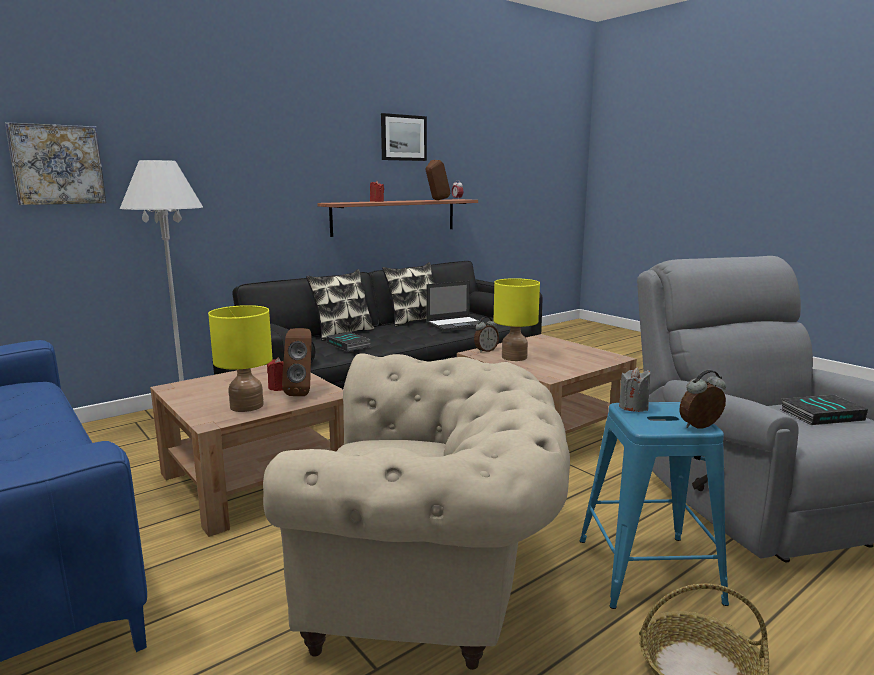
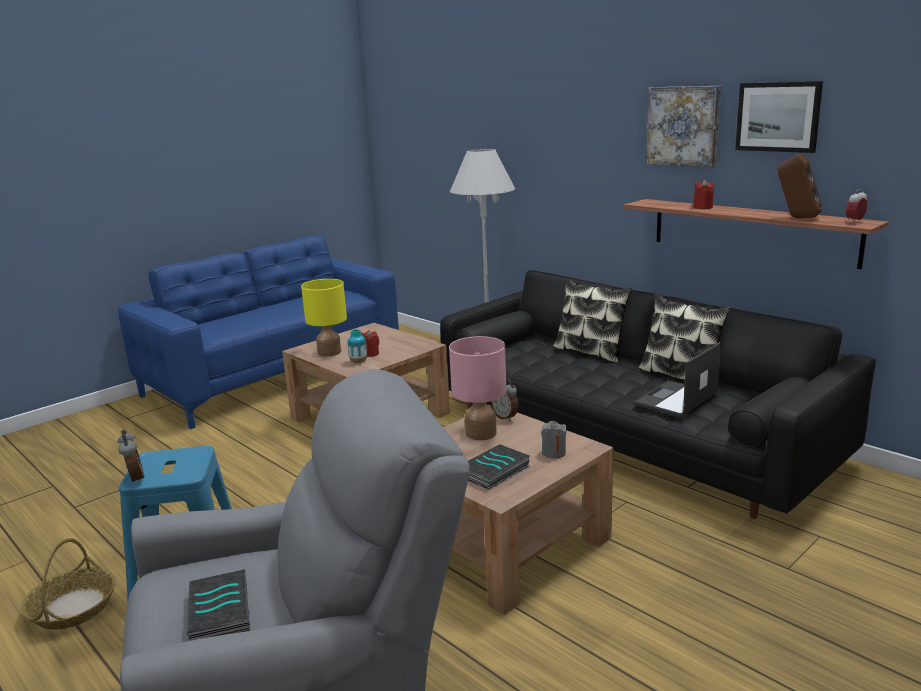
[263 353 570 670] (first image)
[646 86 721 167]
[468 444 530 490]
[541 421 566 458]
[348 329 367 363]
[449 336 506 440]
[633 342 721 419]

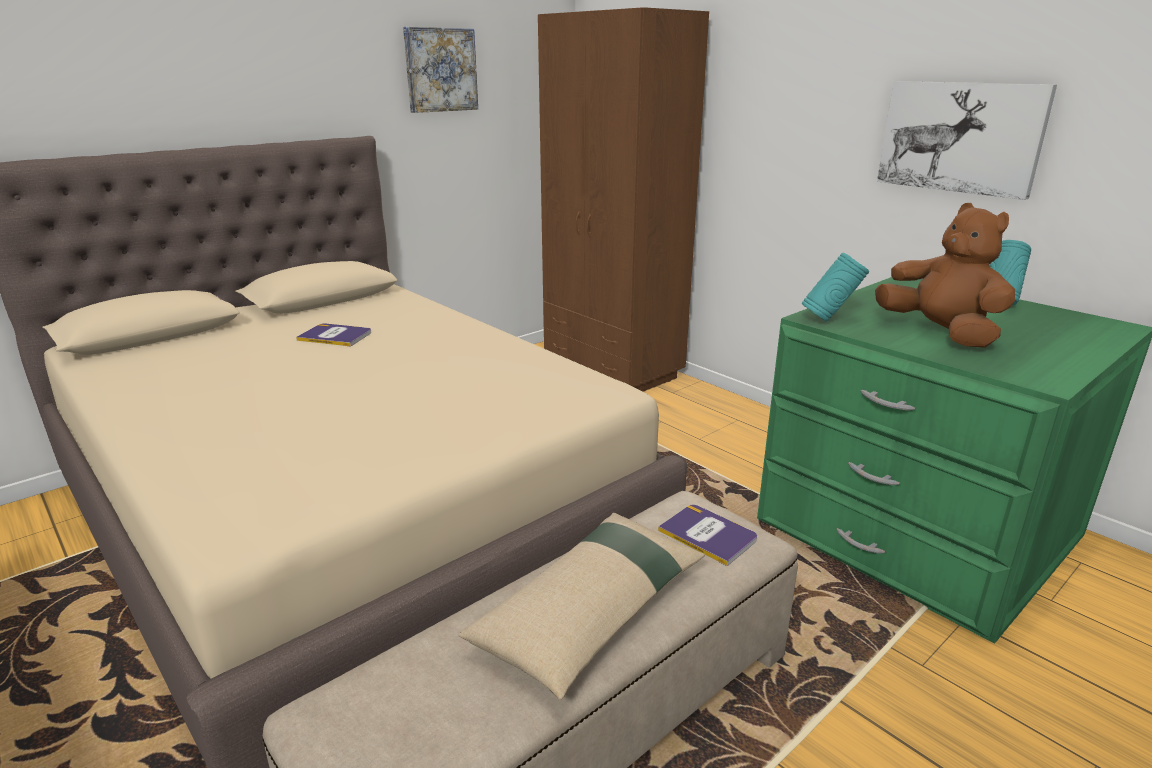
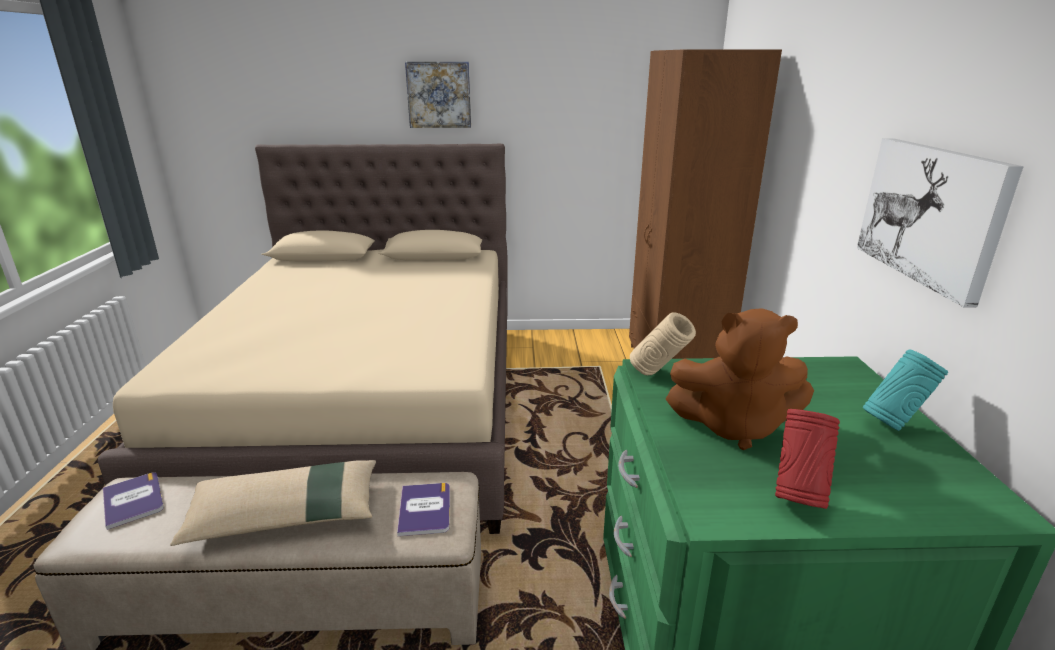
[775 409 840 509]
[103 472 164 530]
[405 62 471 128]
[630 312 696 375]
[666 308 814 450]

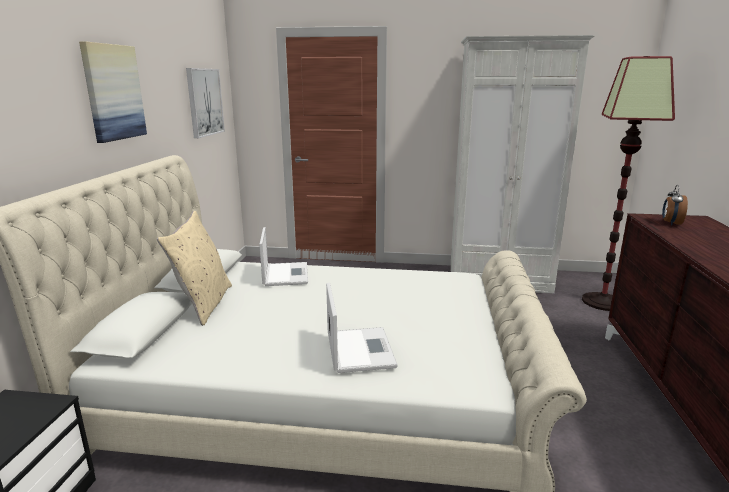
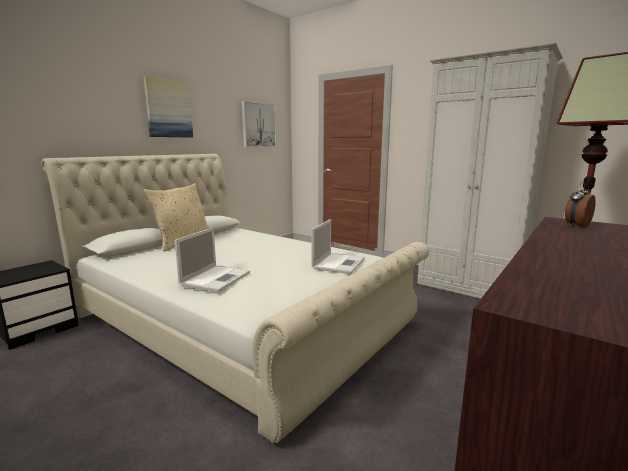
[311 219 365 274]

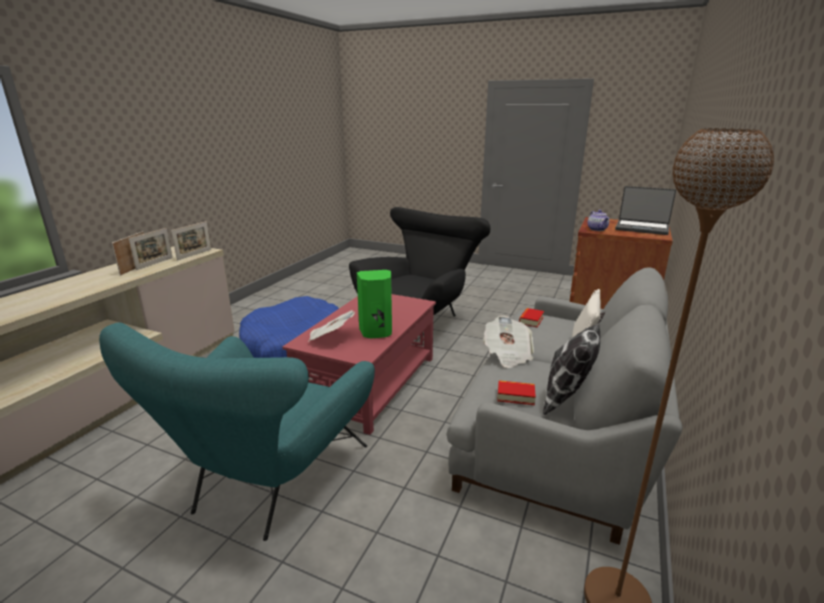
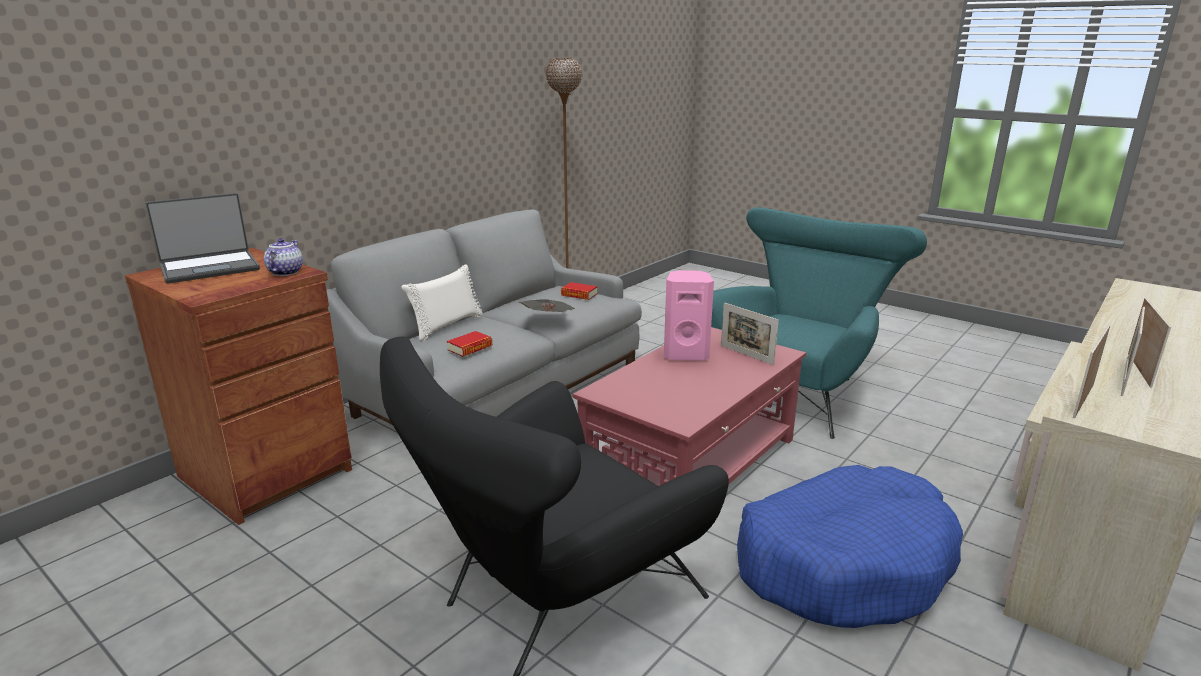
[543 312 606 415] (first image)
[721 302 779 365]
[664 270 714 361]
[146 193 260 284]

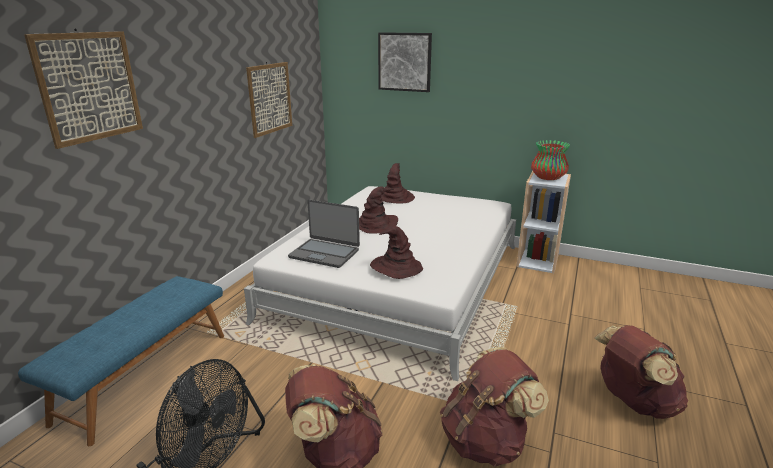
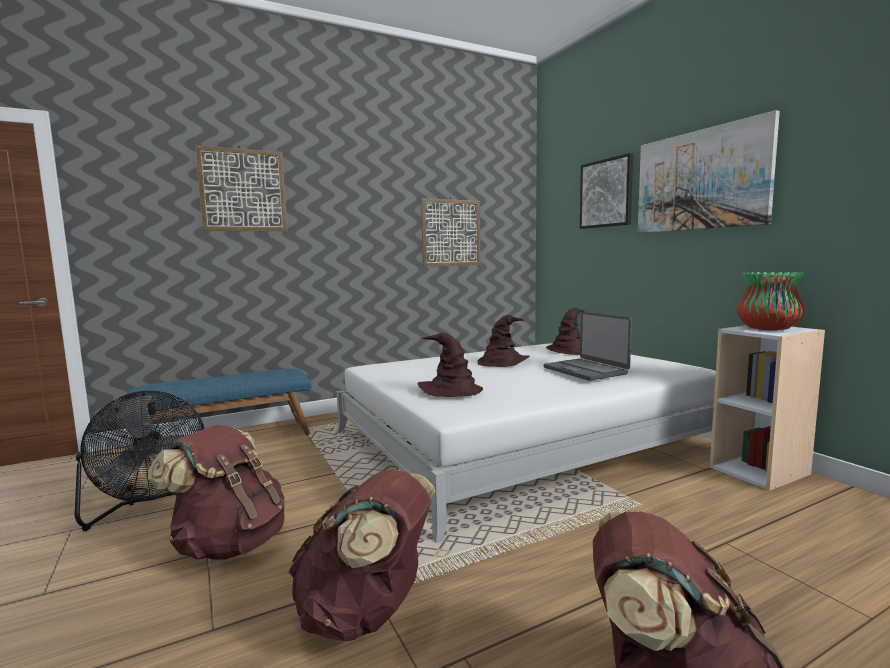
[638 110 780 233]
[544 312 632 381]

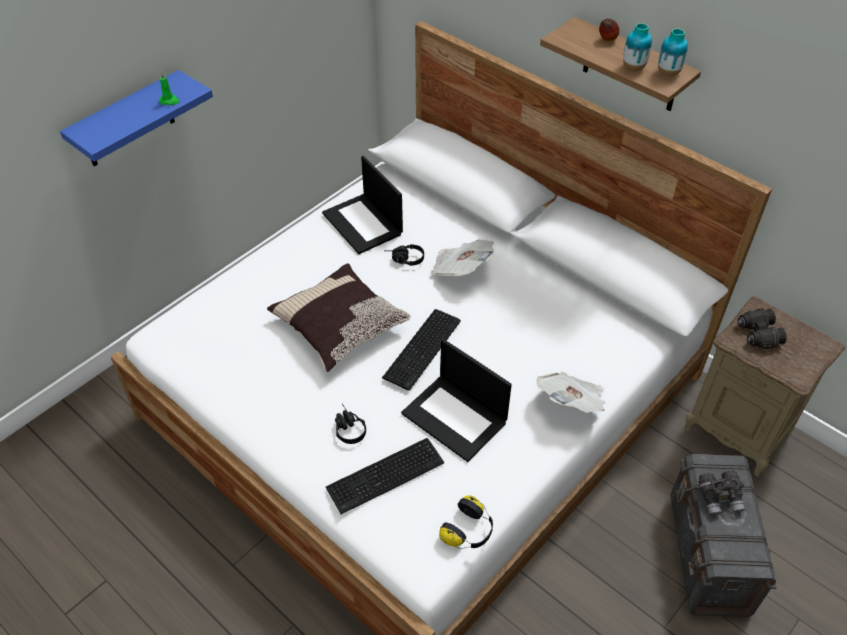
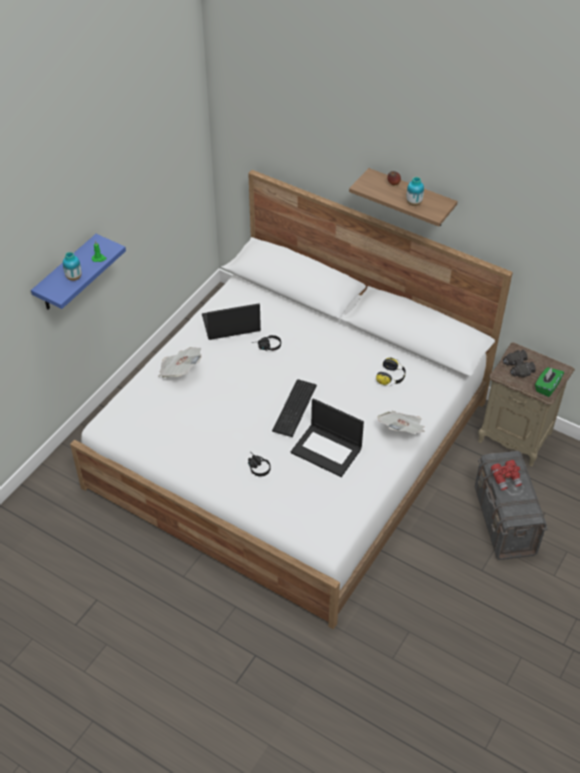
[267 263 411 372] (first image)
[326 438 444 514] (first image)
[535 367 564 397]
[158 347 202 378]
[376 357 406 386]
[63 252 82 281]
[491 460 522 490]
[202 303 261 340]

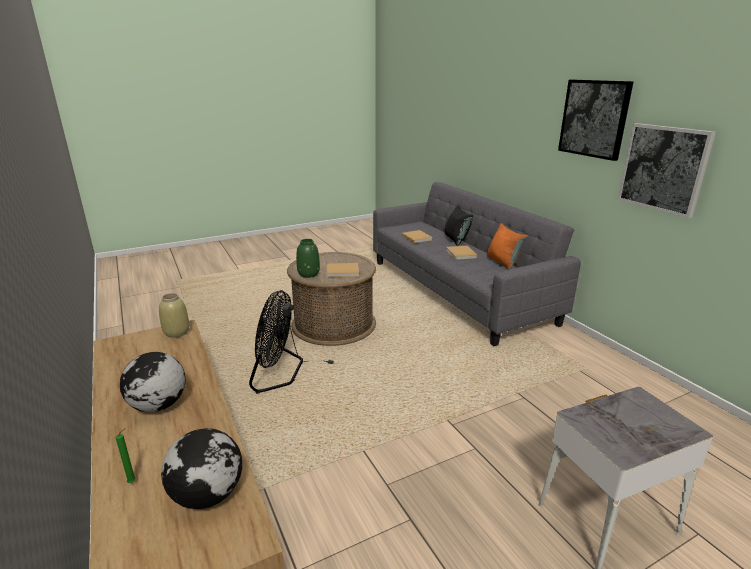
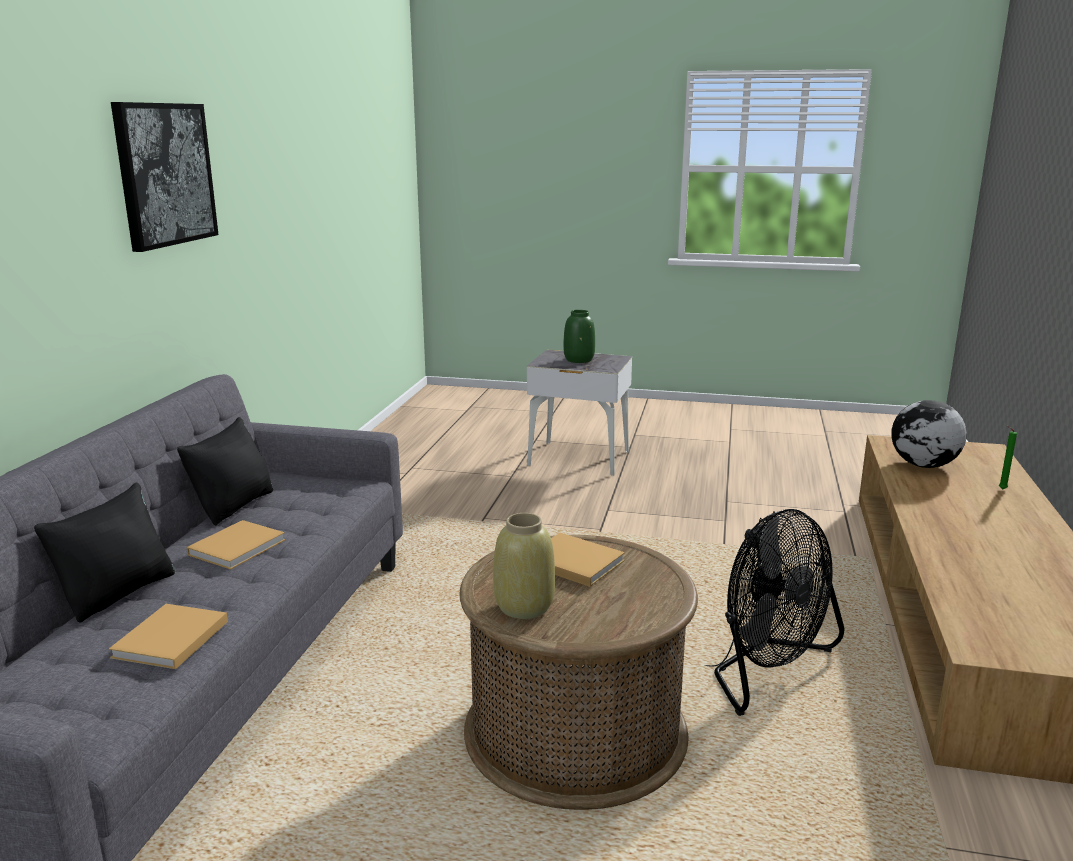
[120 352 186 412] (first image)
[617 123 716 218] (first image)
[493 513 555 619]
[564 310 595 363]
[177 417 273 525]

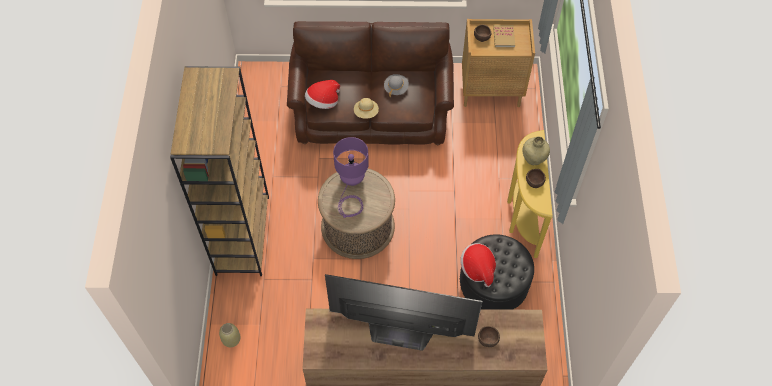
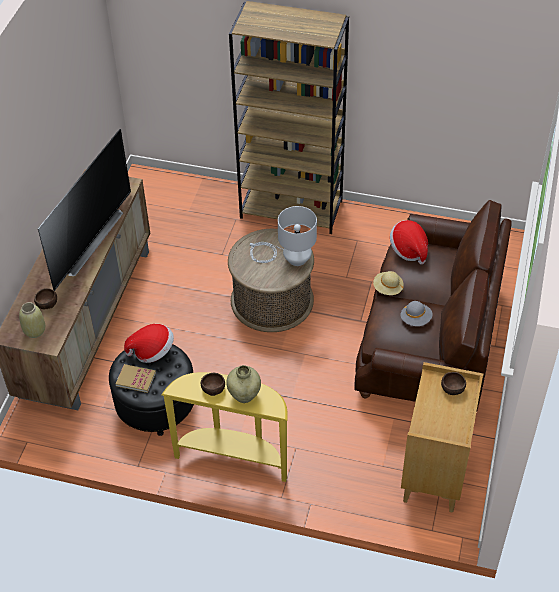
[19 302 45 338]
[116 364 156 393]
[250 206 317 266]

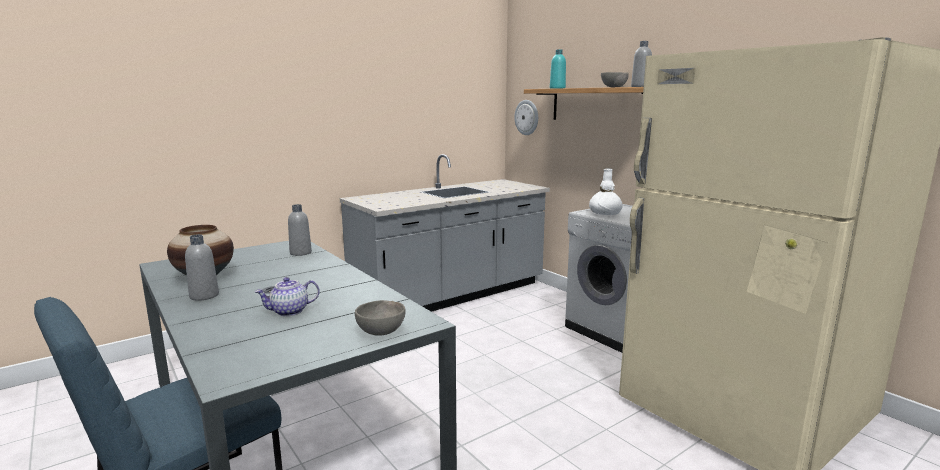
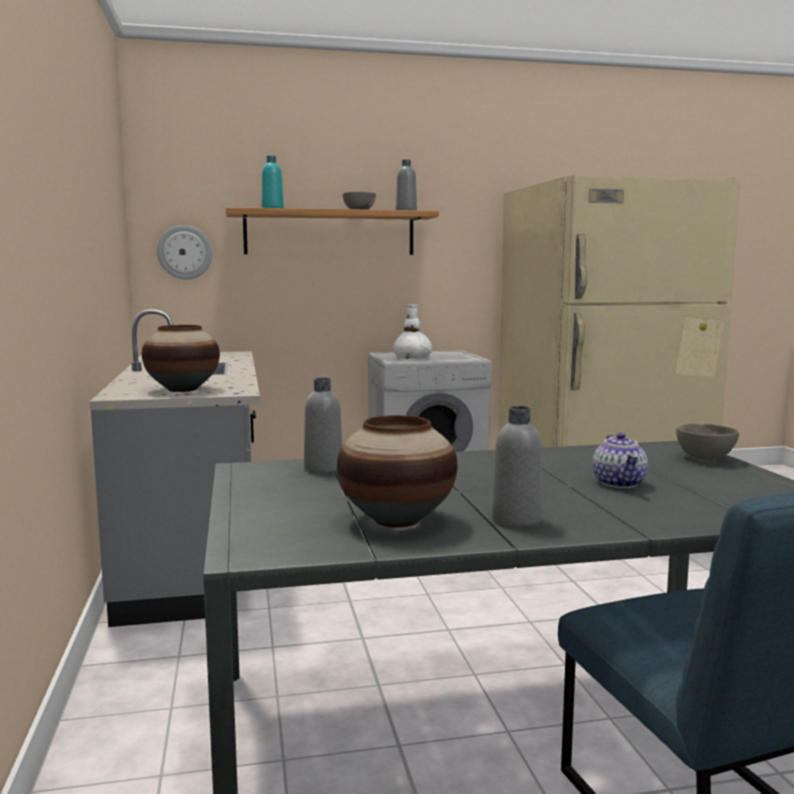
[142 325 220 392]

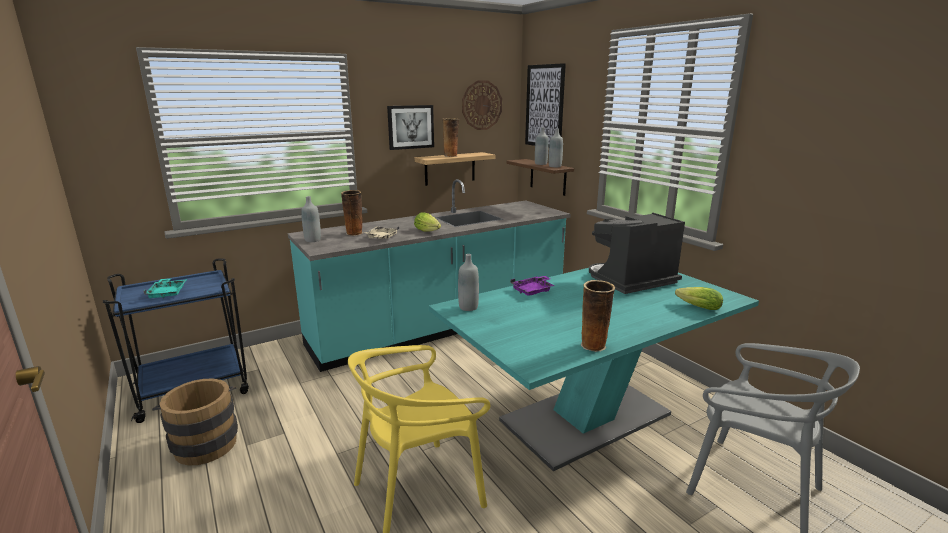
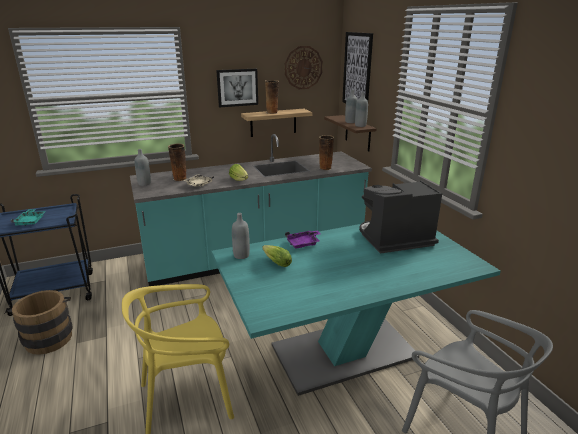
[319 135 334 170]
[262 245 292 267]

